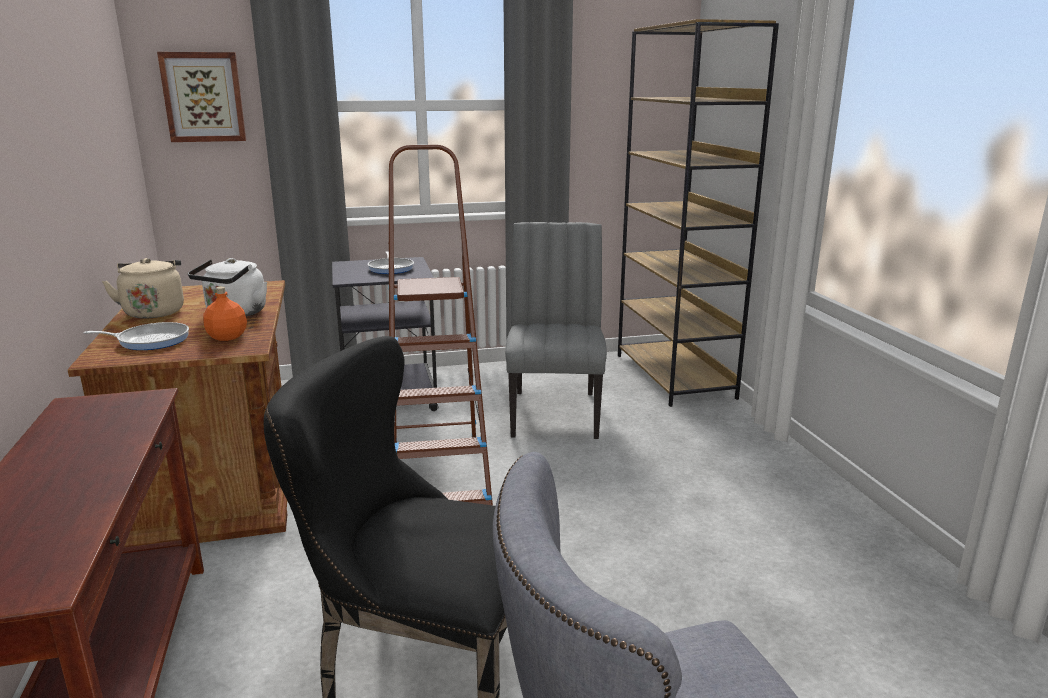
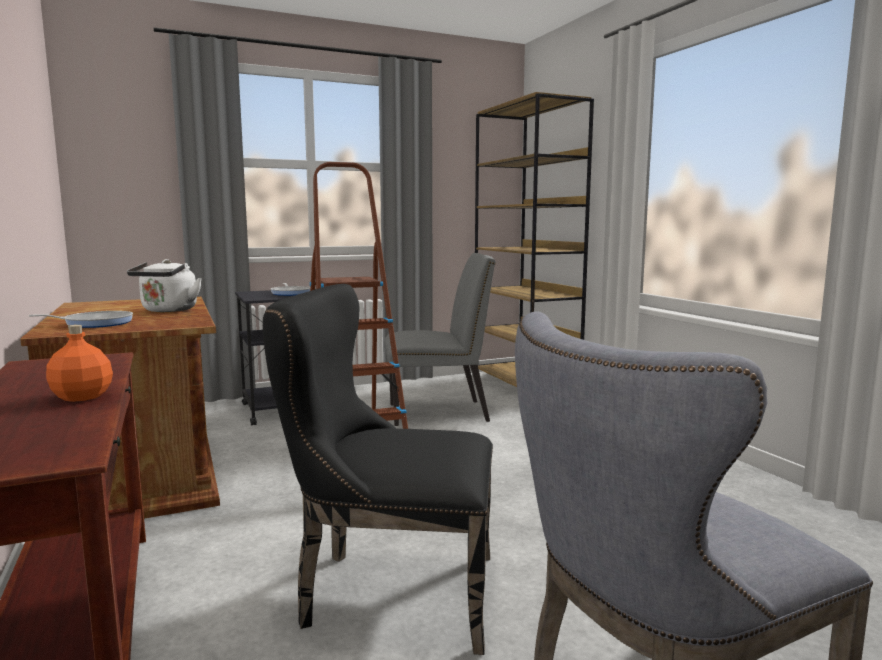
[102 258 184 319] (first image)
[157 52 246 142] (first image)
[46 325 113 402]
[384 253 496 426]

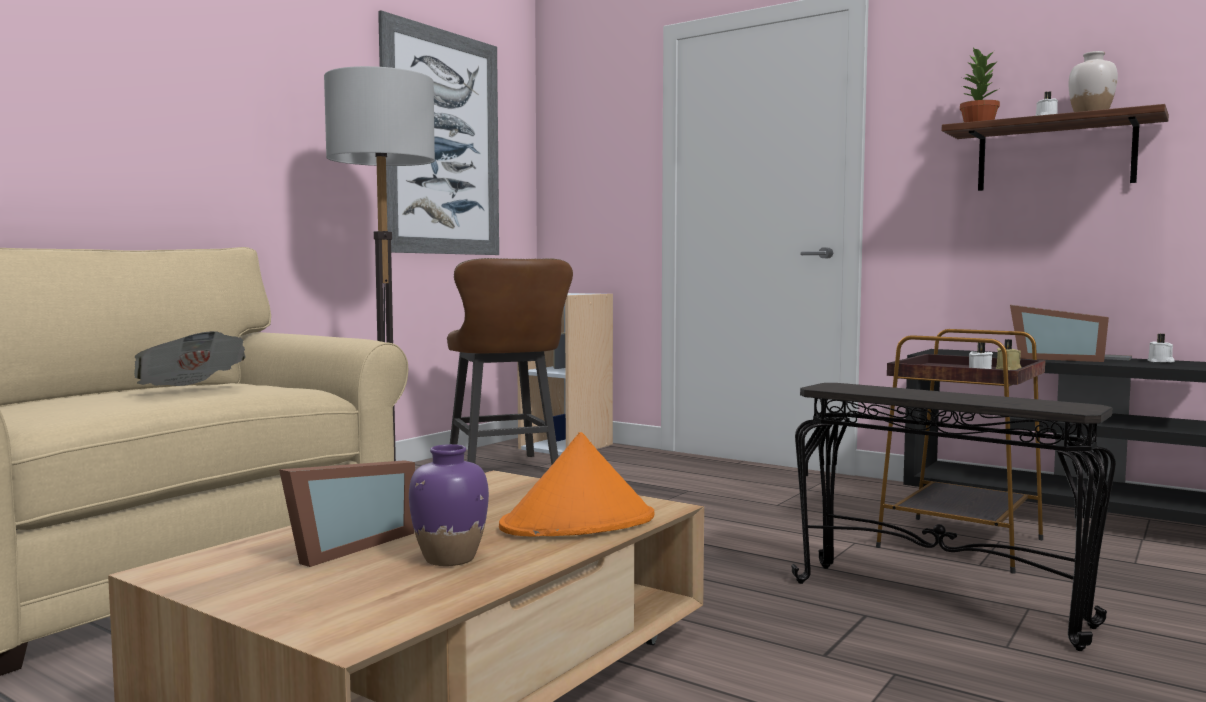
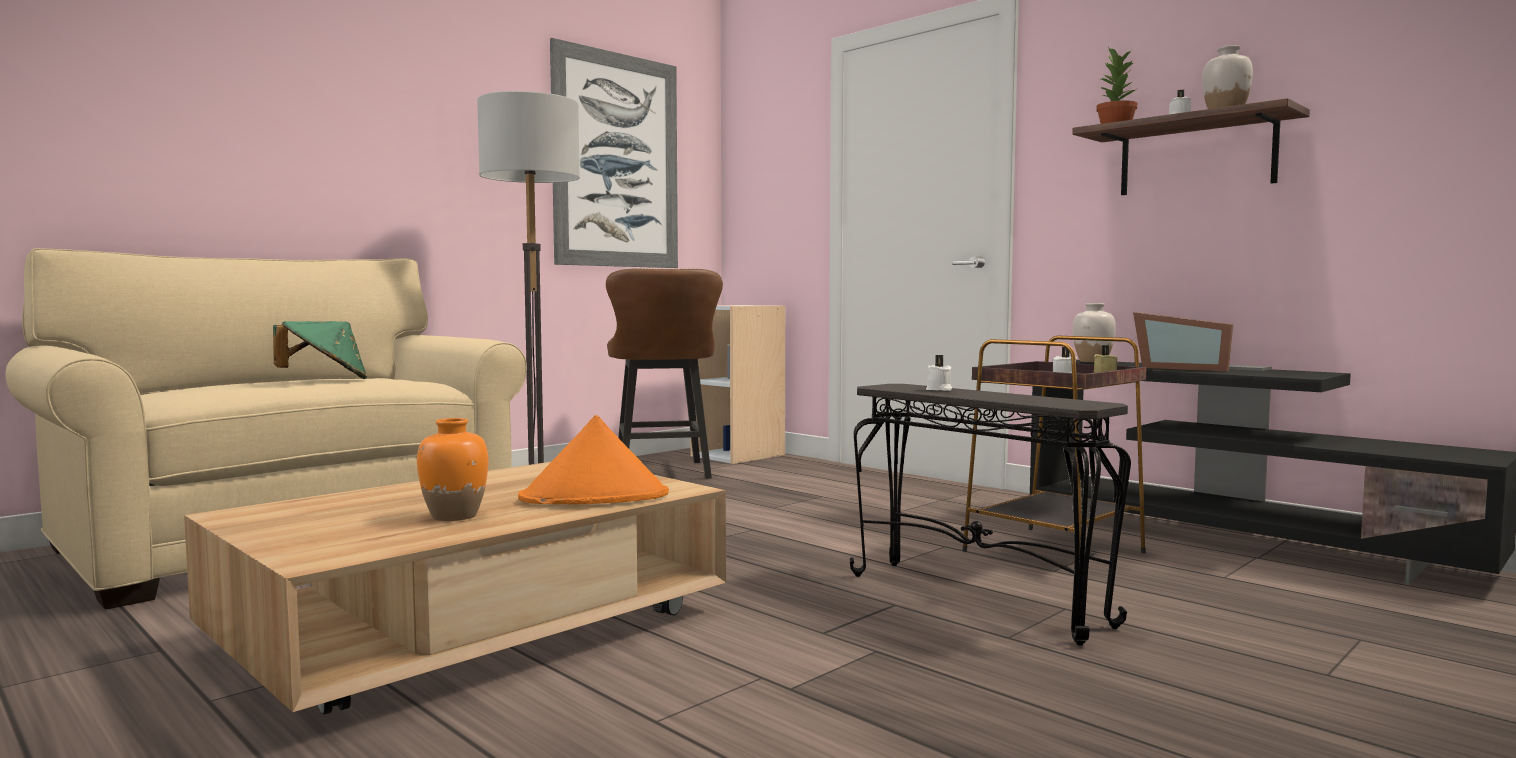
[279 460 415 567] (first image)
[1073 303 1116 362]
[926 355 952 391]
[273 321 367 379]
[417 418 488 521]

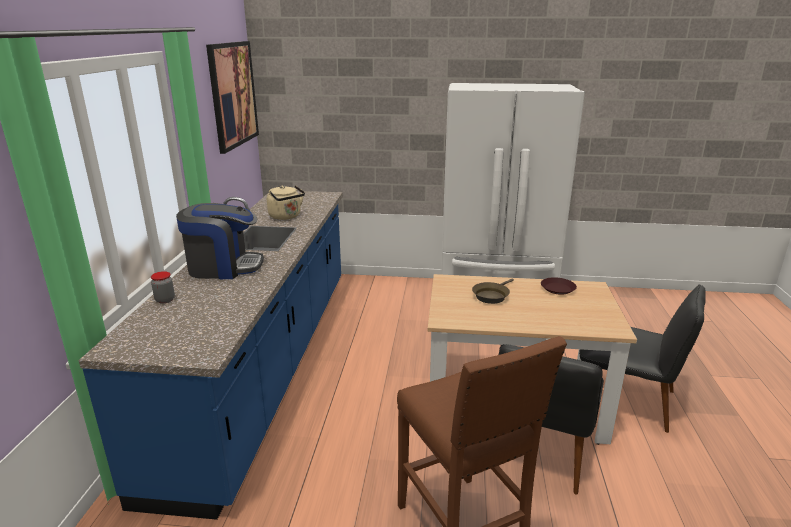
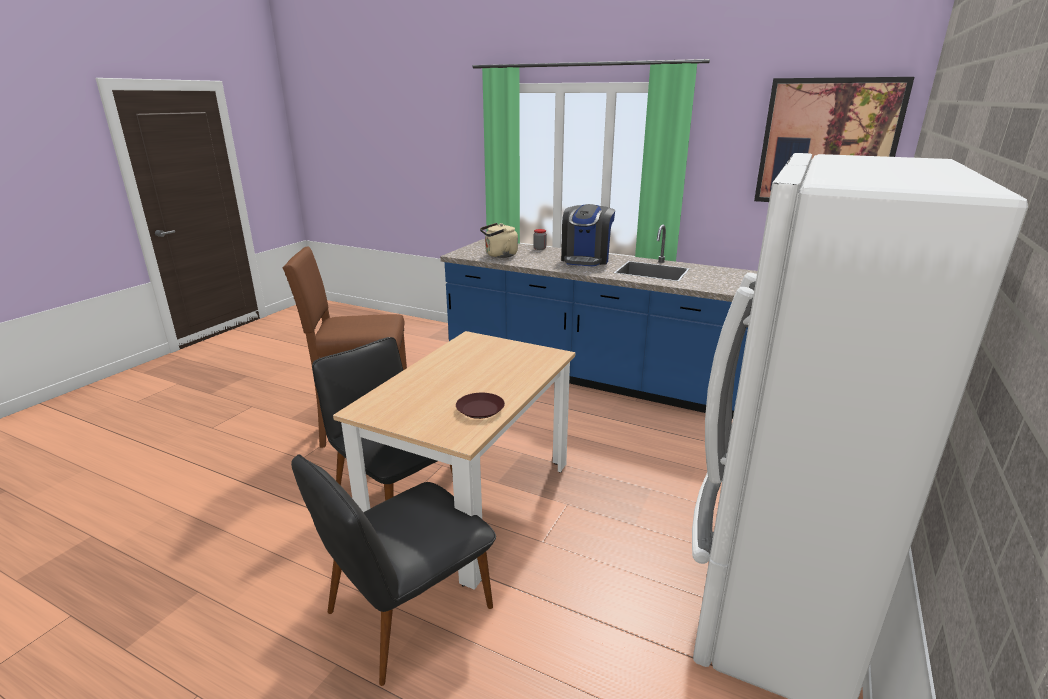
[472 278 514 304] (first image)
[480 223 518 258]

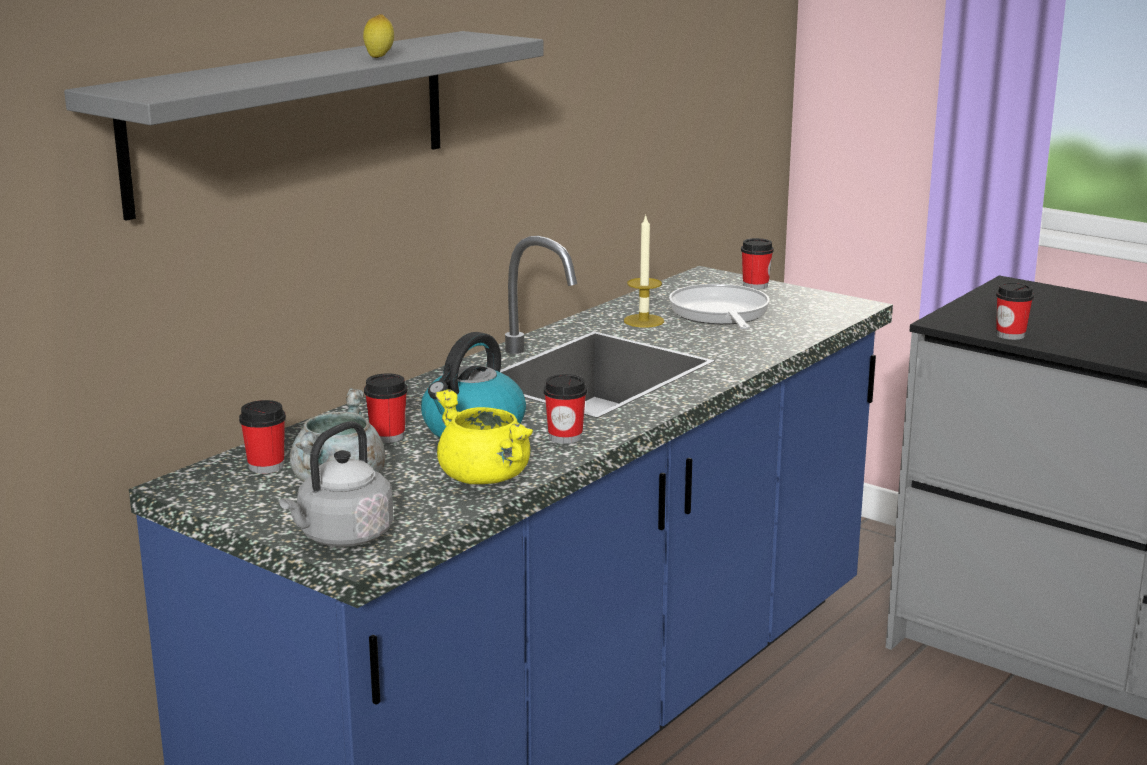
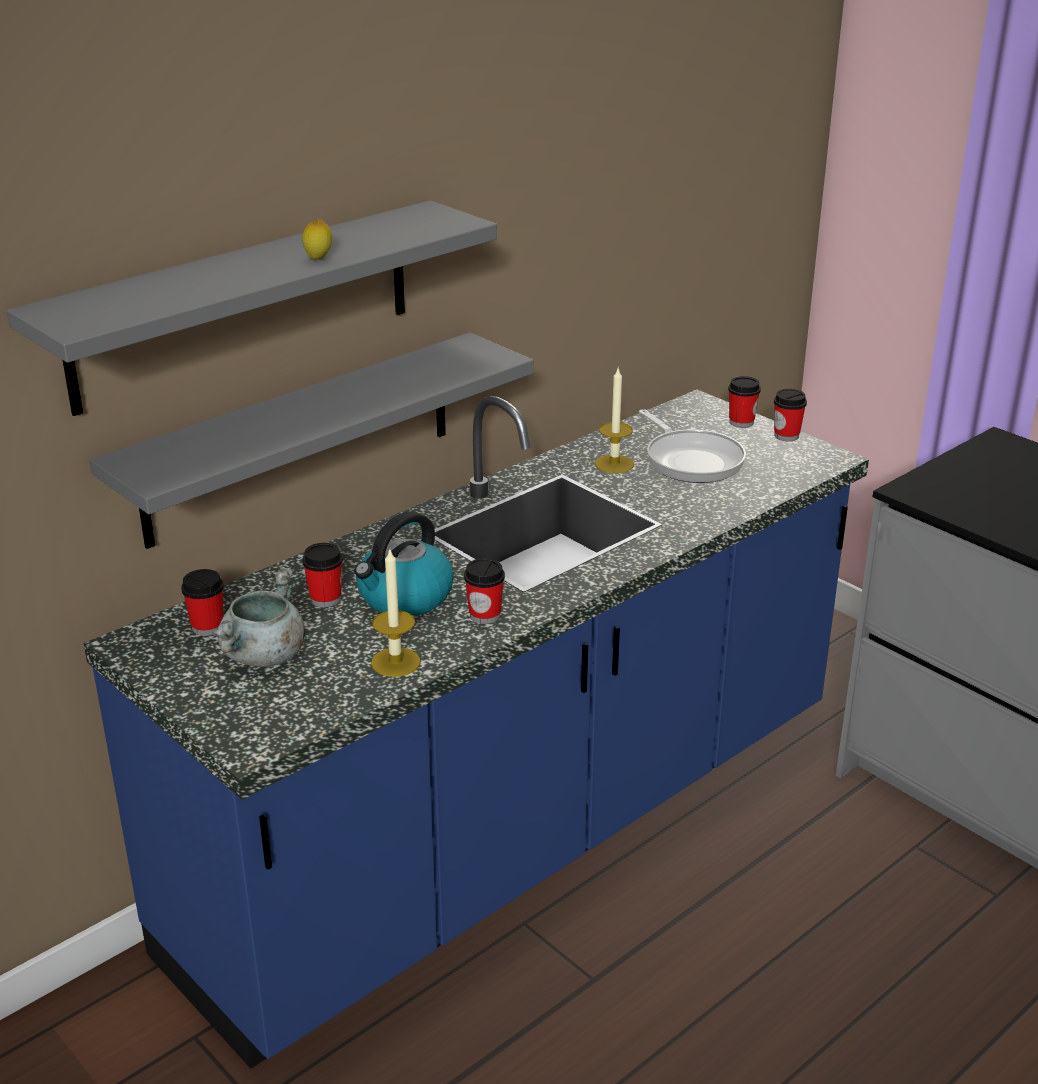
[279 421 394 547] (first image)
[89 332 534 549]
[774 389 807 441]
[371 550 420 677]
[639 409 746 483]

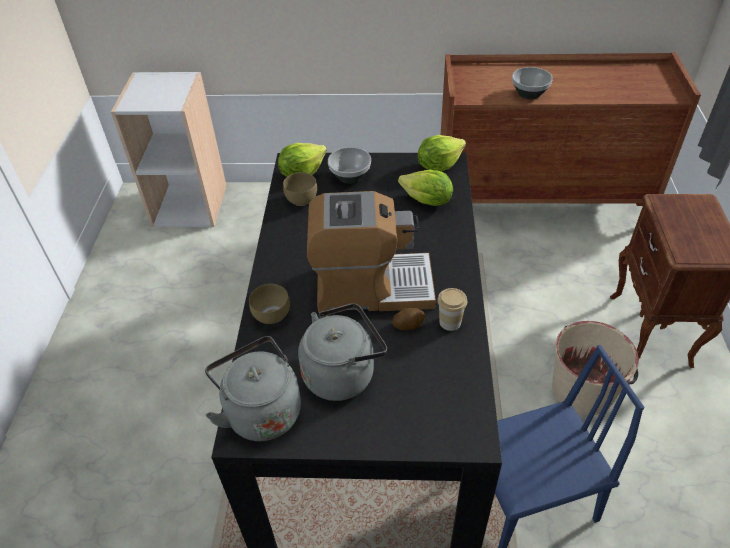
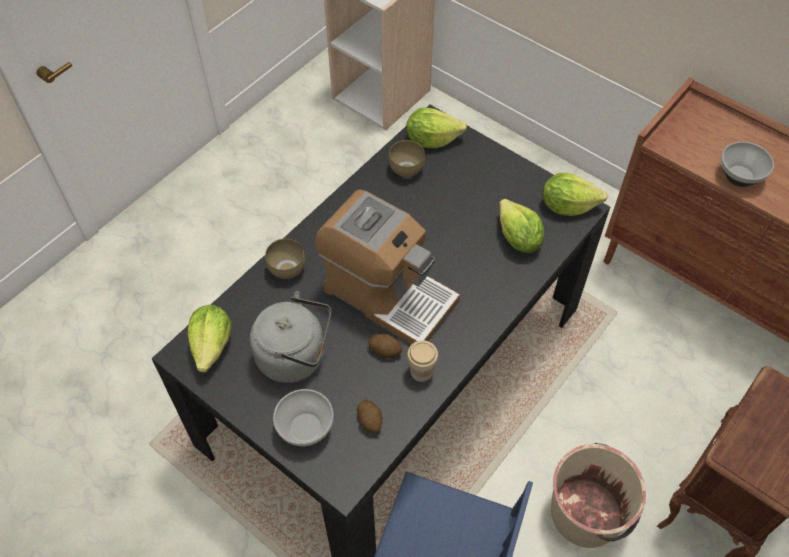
[357 400 382 433]
[273 389 334 446]
[188 305 232 372]

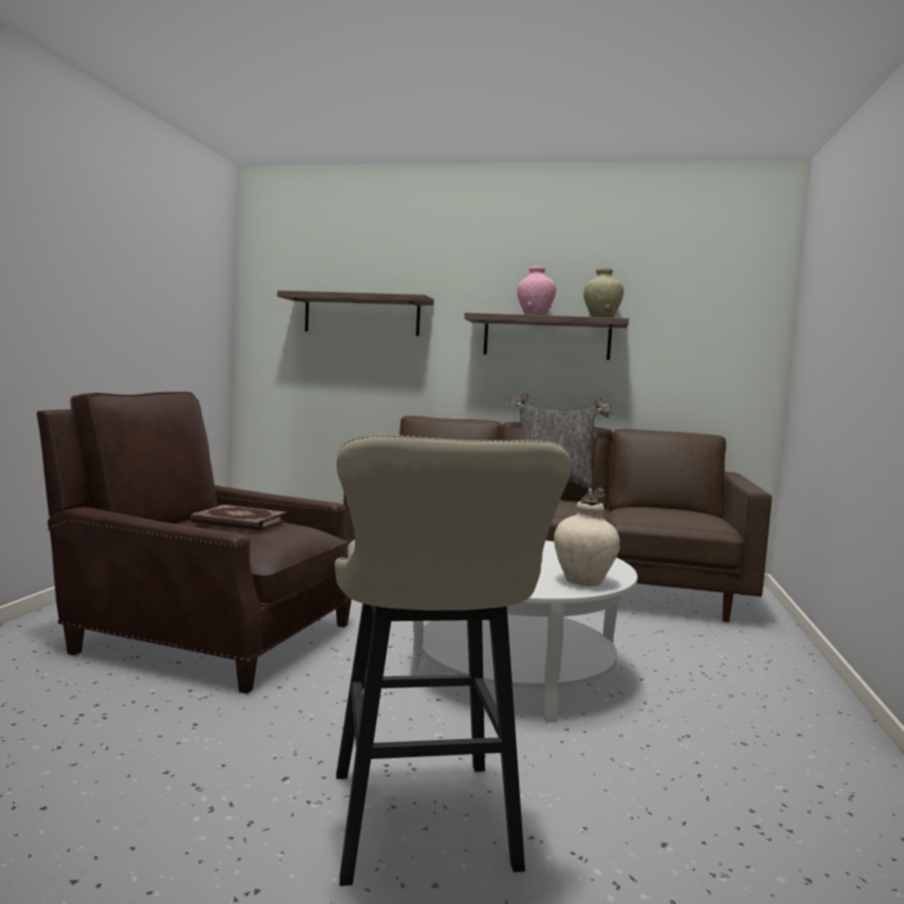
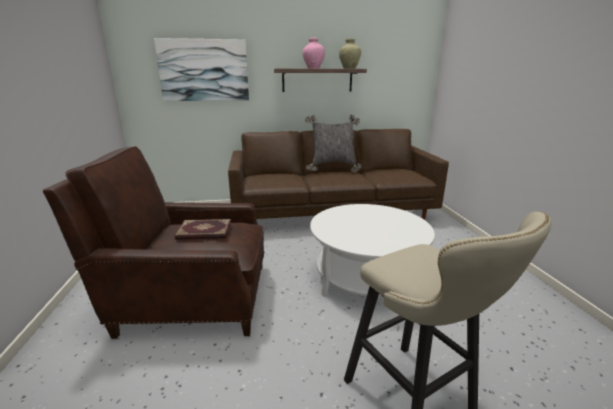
[554 500 620 587] (first image)
[154 38 249 101]

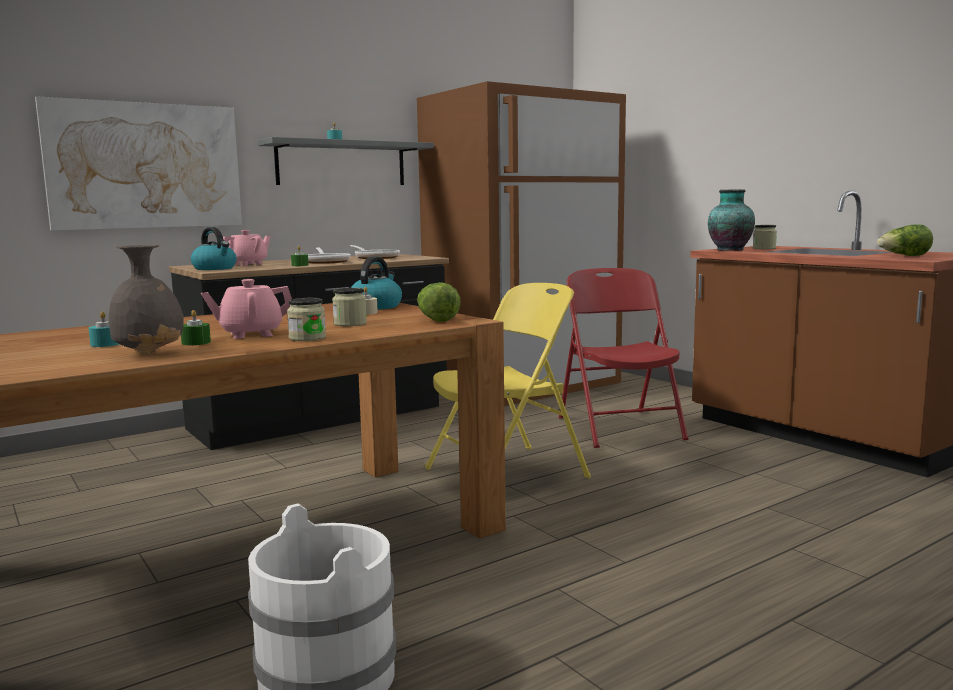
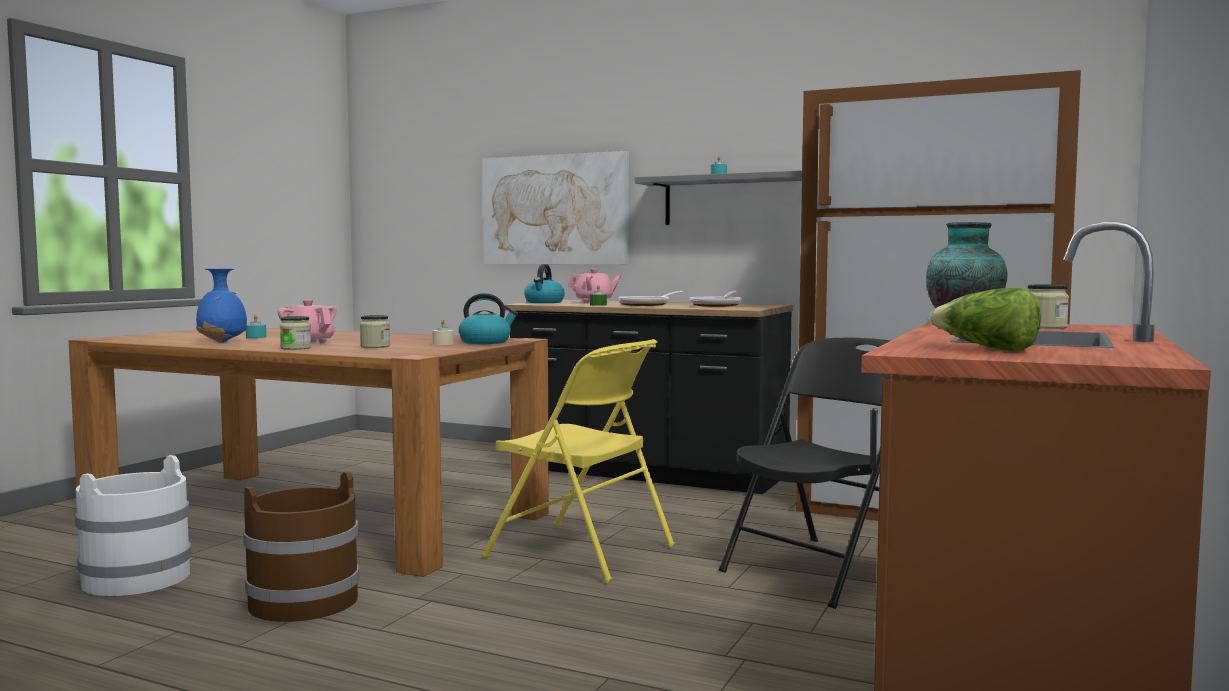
[181 310 211 345] (first image)
[417 282 461 322] (first image)
[243 471 359 622]
[196 269 247 343]
[719 338 890 609]

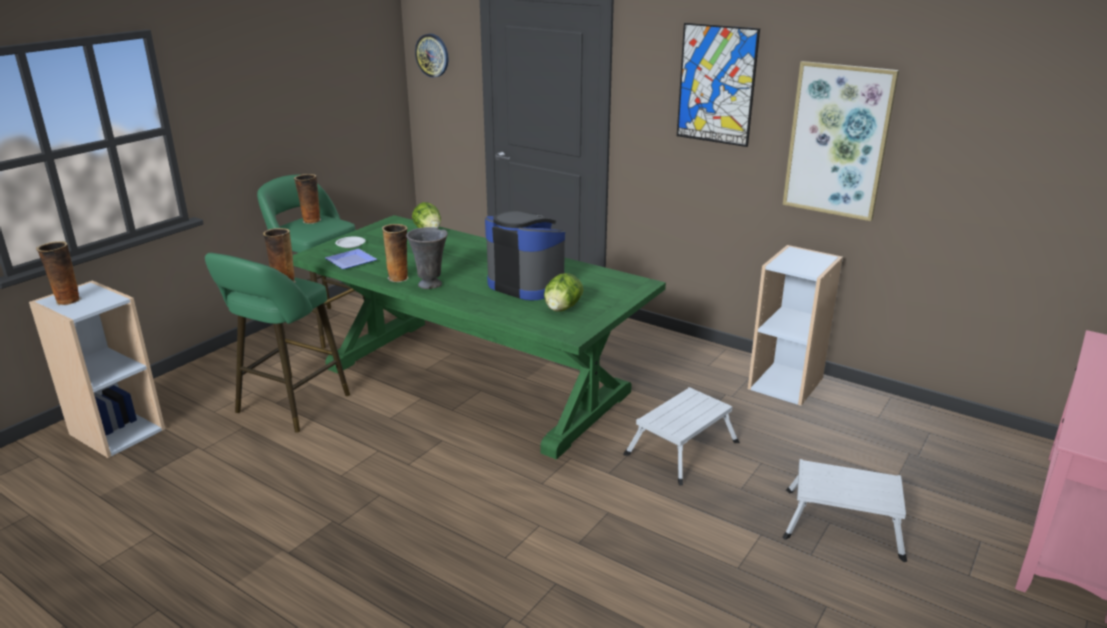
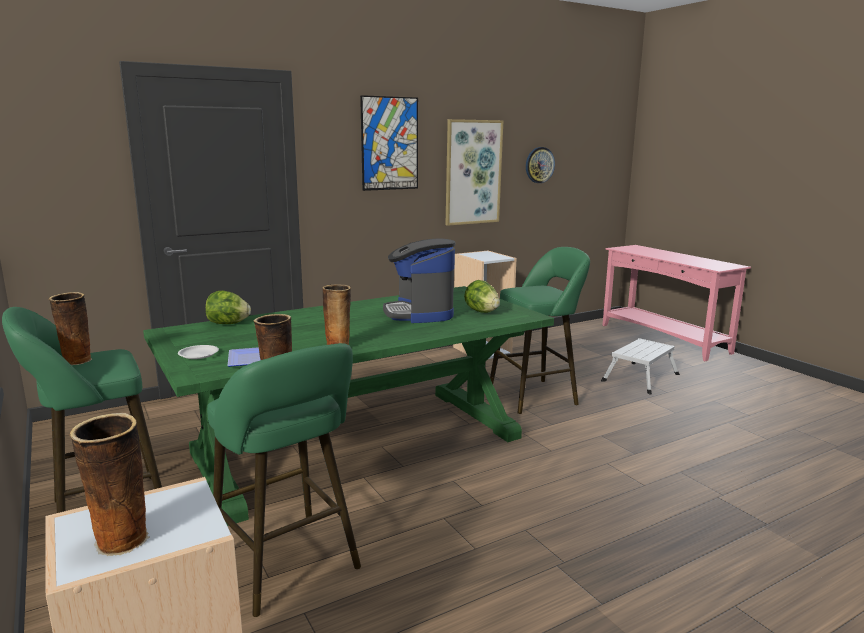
[406 227 448 289] (first image)
[526 147 555 183]
[490 247 590 414]
[383 239 455 323]

